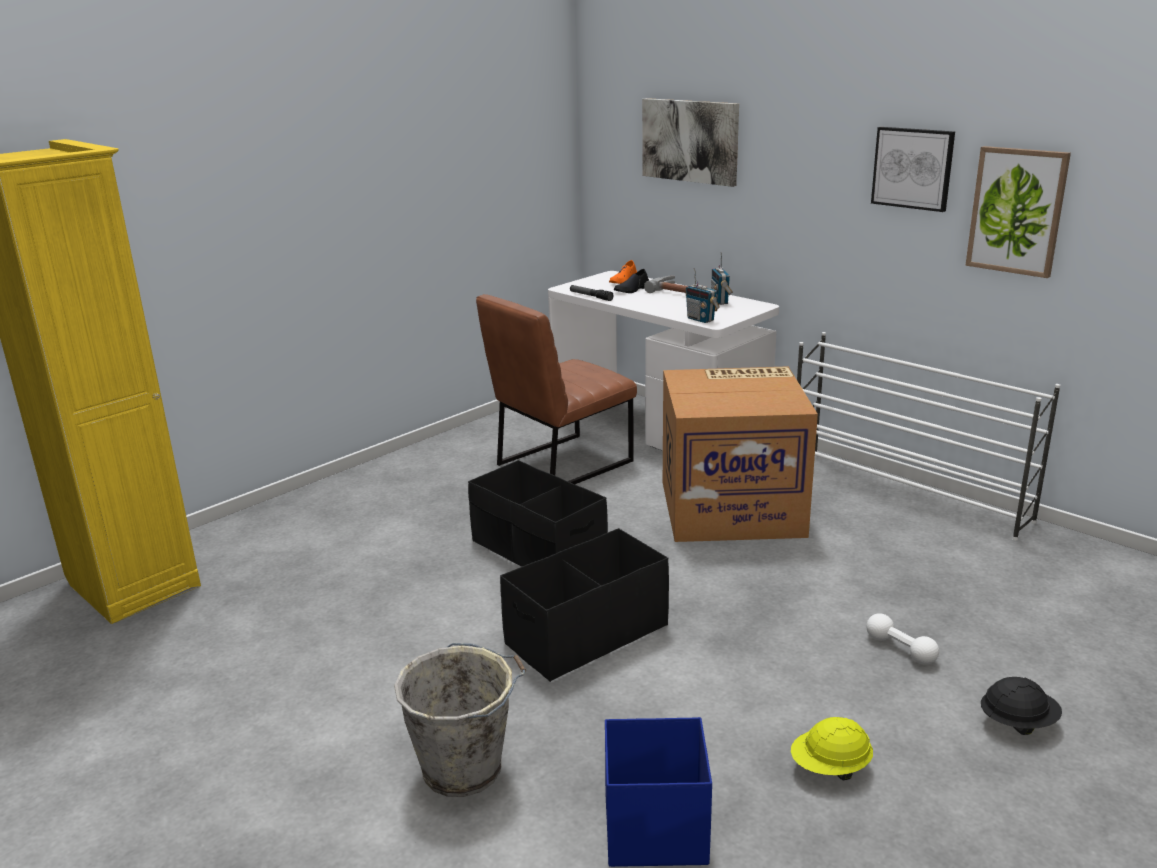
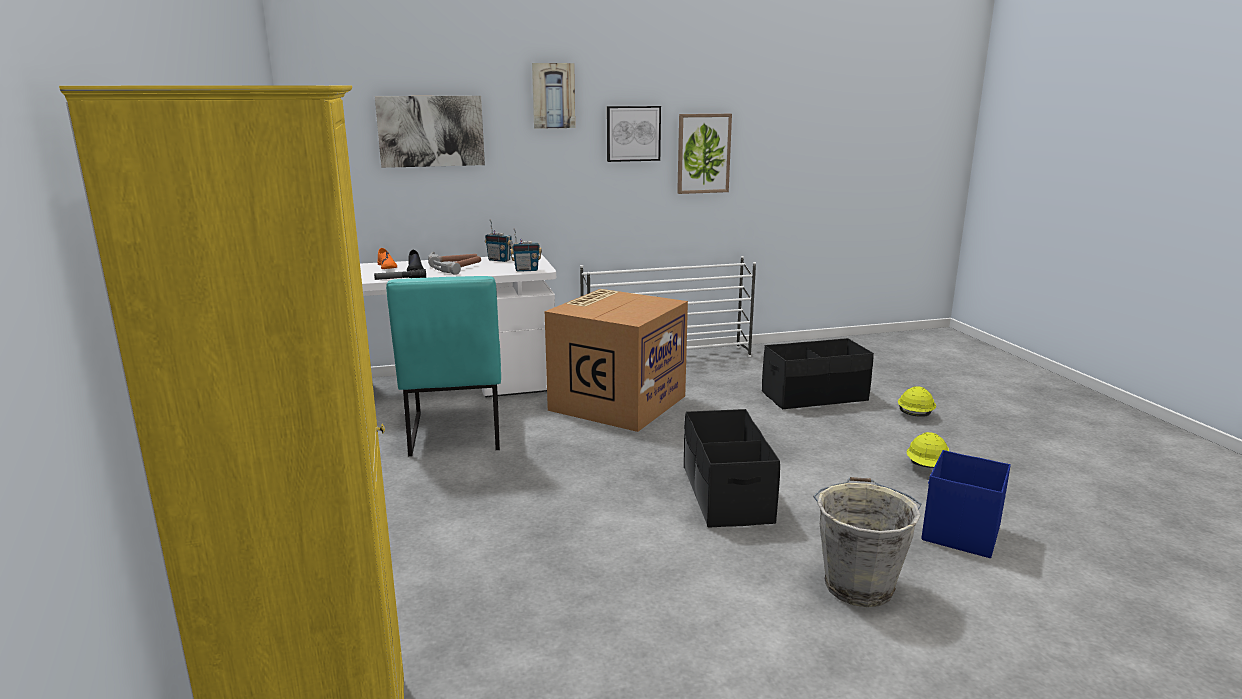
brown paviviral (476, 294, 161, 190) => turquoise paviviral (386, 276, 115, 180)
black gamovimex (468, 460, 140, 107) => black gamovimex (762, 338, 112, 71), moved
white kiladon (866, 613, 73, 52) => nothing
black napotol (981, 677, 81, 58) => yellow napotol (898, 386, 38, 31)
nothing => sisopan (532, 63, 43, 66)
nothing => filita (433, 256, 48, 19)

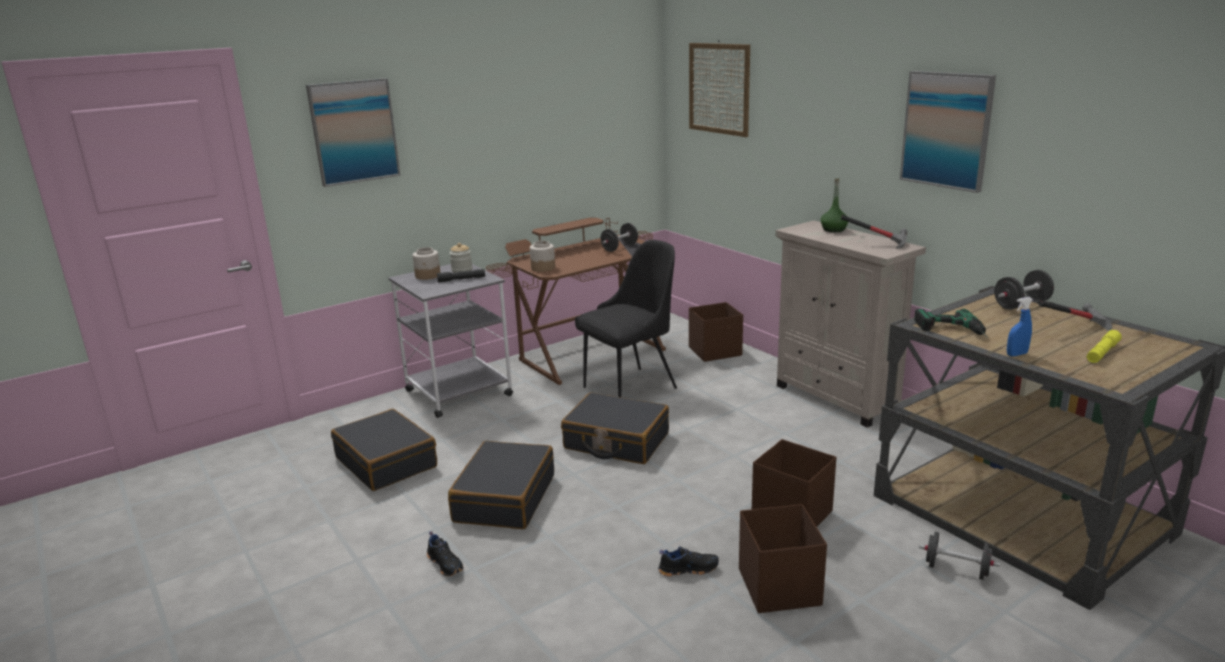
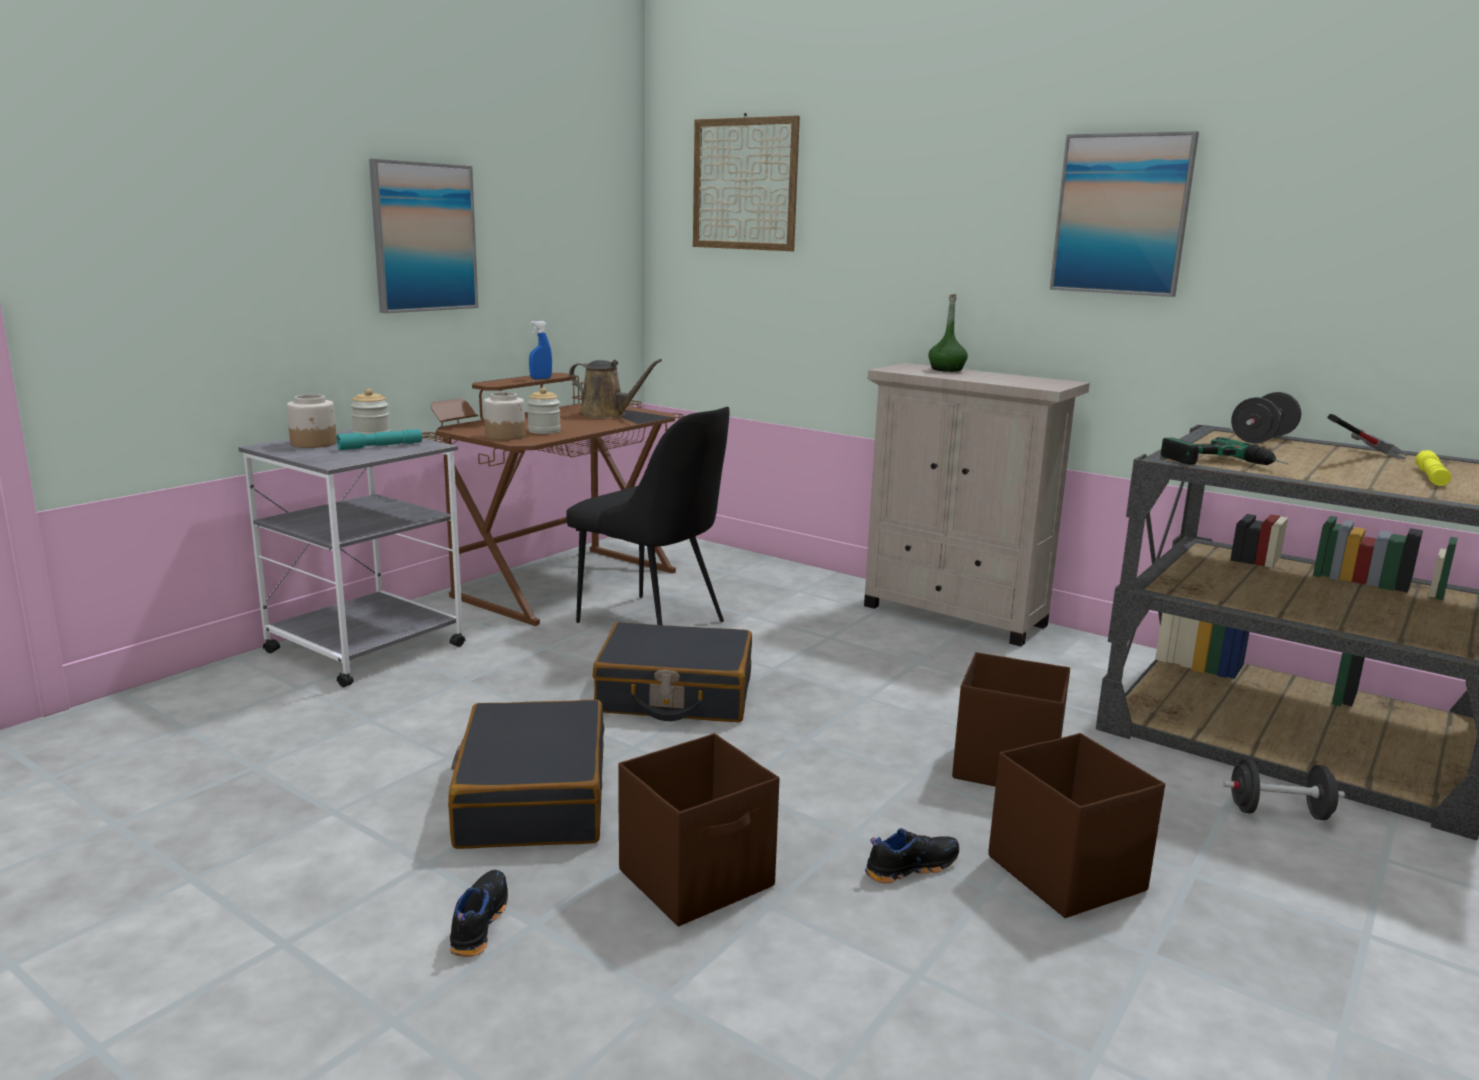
sisopan (306, 78, 95, 109) => sisopan (369, 159, 109, 154), moved
filita (841, 215, 66, 34) => nothing
black kiladon (601, 223, 37, 29) => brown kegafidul (569, 359, 93, 60)
black paviviral (575, 240, 102, 158) => black paviviral (566, 407, 163, 218), 90 degrees clockwise
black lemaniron (437, 269, 48, 13) => turquoise lemaniron (336, 429, 86, 22)
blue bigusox (1007, 297, 26, 59) => blue bigusox (529, 321, 23, 58), moved
brown gamovimex (689, 302, 54, 60) => brown gamovimex (618, 733, 162, 193), moved
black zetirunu (331, 409, 106, 82) => nothing
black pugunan (427, 531, 36, 45) => black pugunan (450, 870, 58, 87), 120 degrees counterclockwise
nothing => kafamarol (527, 388, 34, 46)

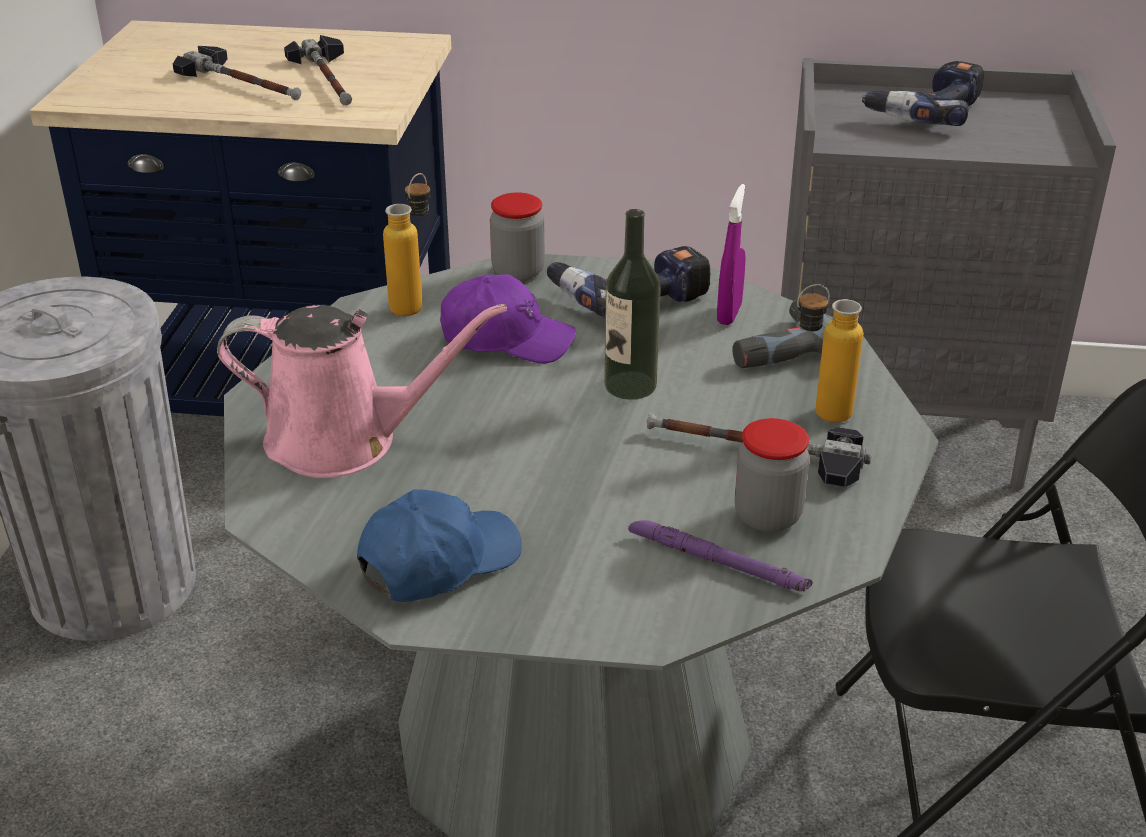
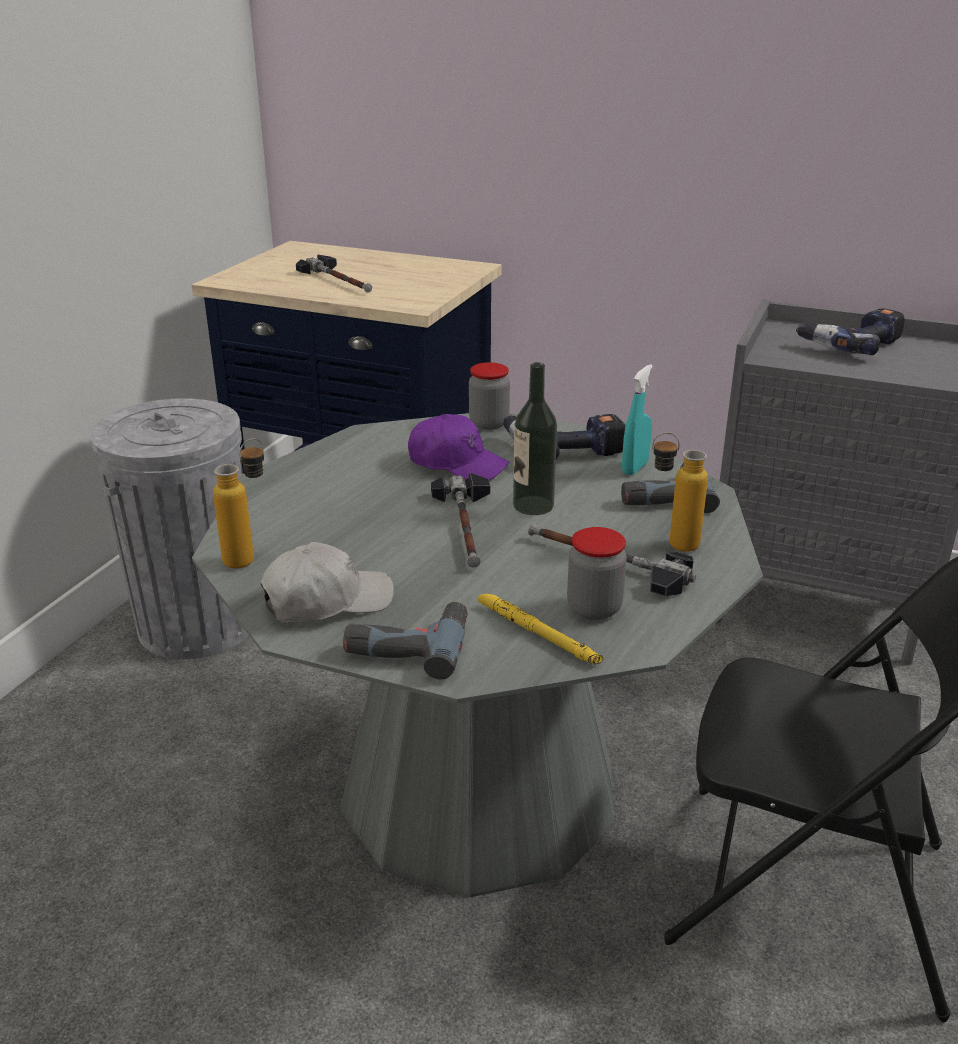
filita (284, 35, 68, 71) => filita (431, 473, 59, 95), moved
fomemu (383, 173, 47, 143) => fomemu (213, 438, 51, 131), moved
purple bigusox (717, 184, 29, 141) => turquoise bigusox (622, 364, 31, 111)
pink kegafidul (217, 304, 290, 174) => nothing
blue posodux (357, 489, 165, 113) => white posodux (260, 542, 134, 81)
purple lemaniron (628, 520, 185, 72) => yellow lemaniron (478, 594, 125, 70)
nothing => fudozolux (343, 602, 125, 77)

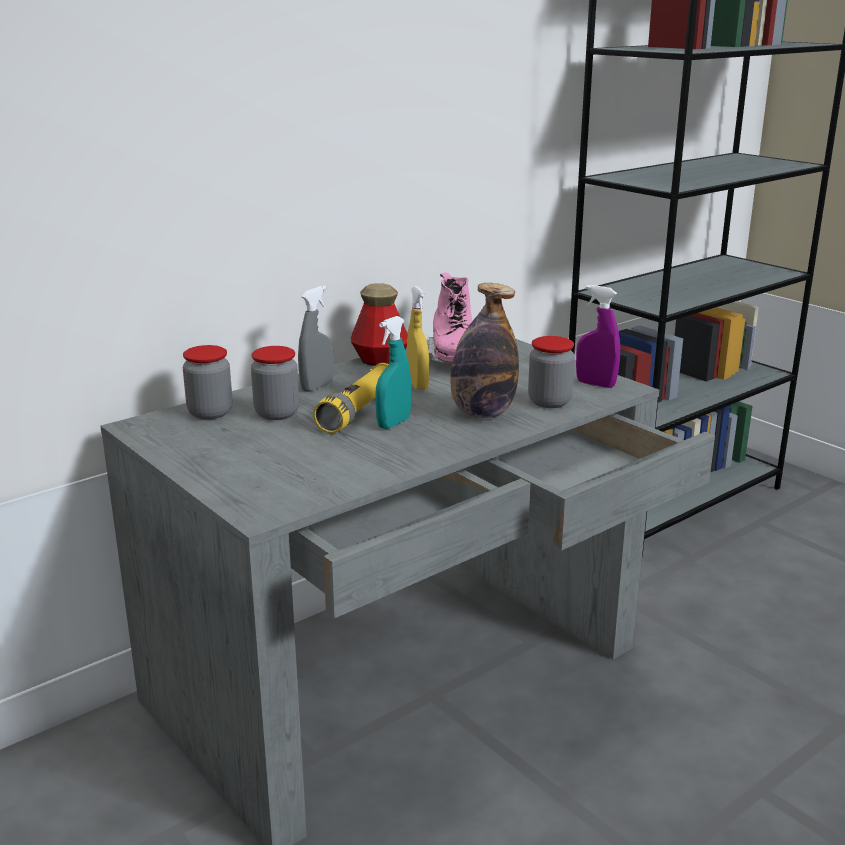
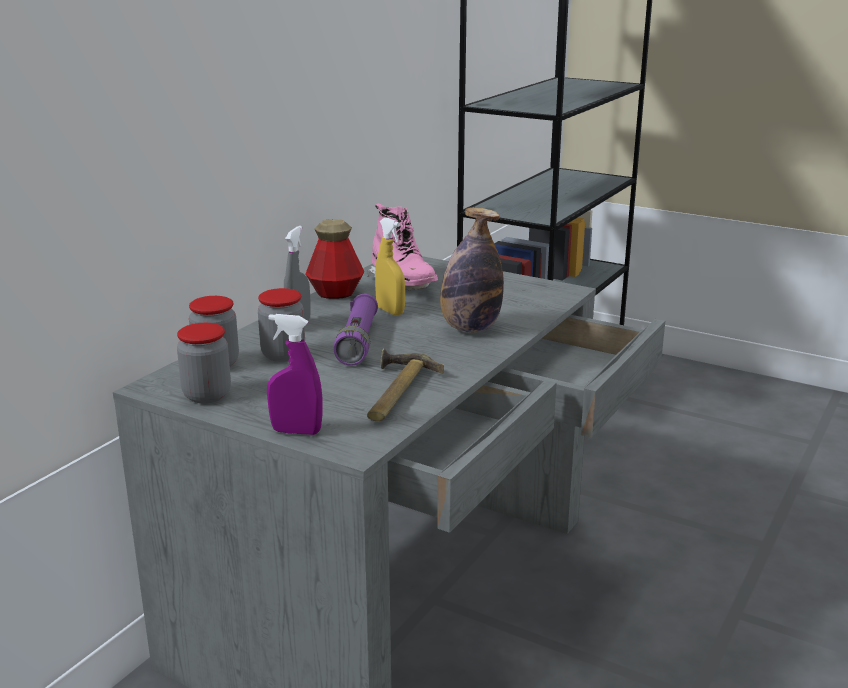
purple bigusox (576, 285, 44, 103) => purple bigusox (267, 314, 56, 121), moved
turquoise bigusox (375, 316, 36, 113) => nothing
kafamarol (528, 336, 47, 72) => kafamarol (177, 323, 54, 80), moved
yellow lemaniron (313, 363, 76, 70) => purple lemaniron (334, 294, 44, 72)
nothing => filita (367, 348, 77, 73)

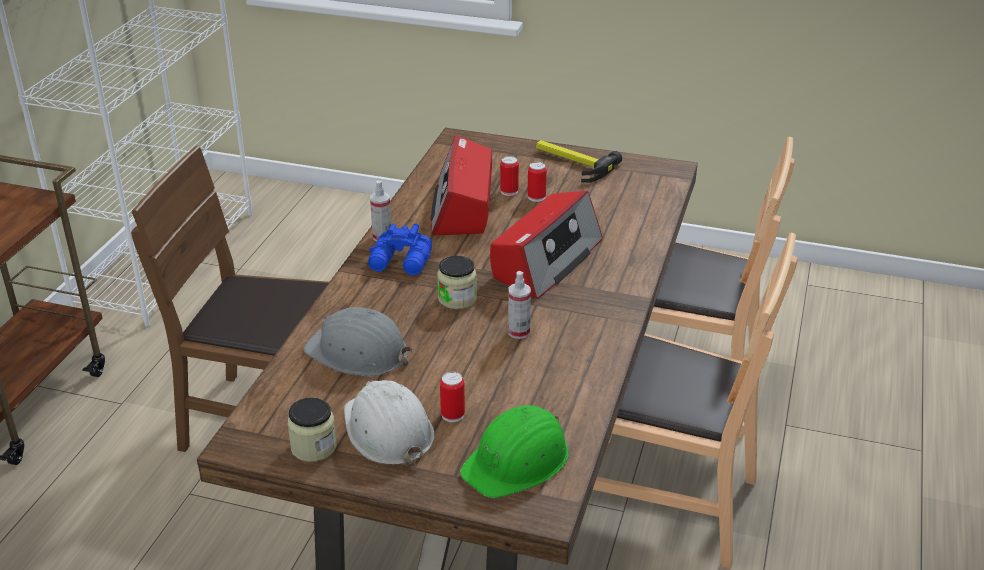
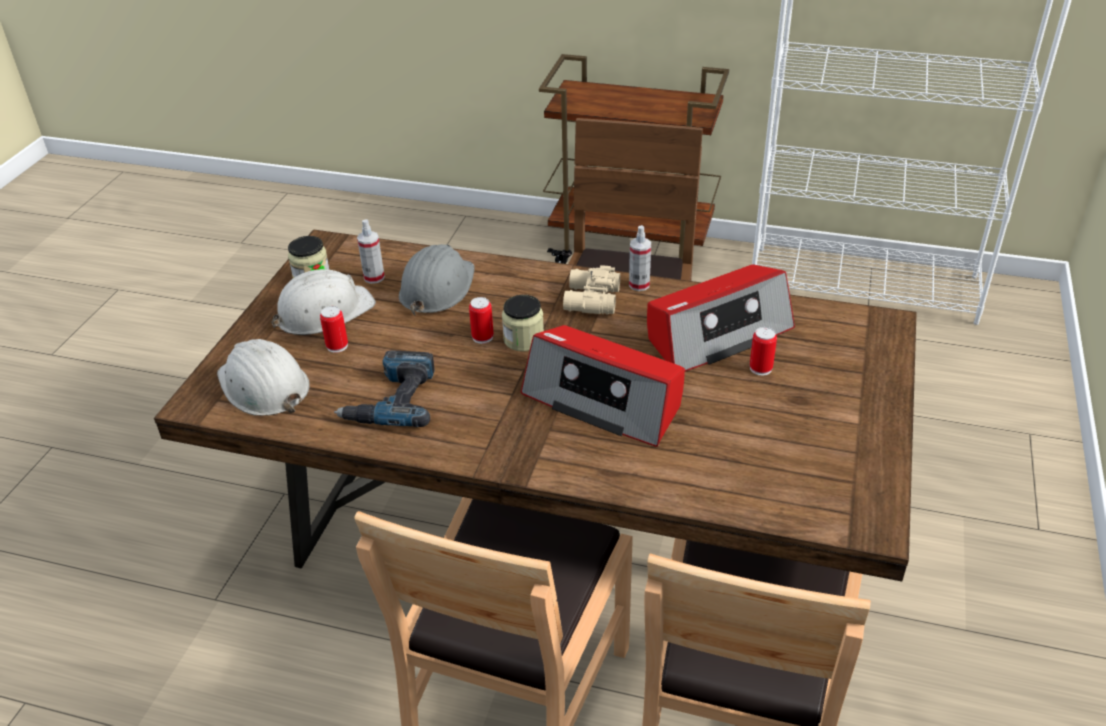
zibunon (431, 135, 61, 101) => zibunon (647, 264, 148, 108), 150 degrees clockwise
filita (536, 140, 86, 43) => nothing
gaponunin (527, 162, 20, 40) => gaponunin (469, 297, 25, 47), moved
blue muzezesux (368, 224, 64, 52) => beige muzezesux (563, 265, 57, 50)
bigusox (508, 271, 23, 68) => bigusox (357, 219, 28, 65), moved
green napotol (460, 405, 109, 93) => white napotol (217, 339, 93, 77)
nothing => fudozolux (334, 350, 101, 77)

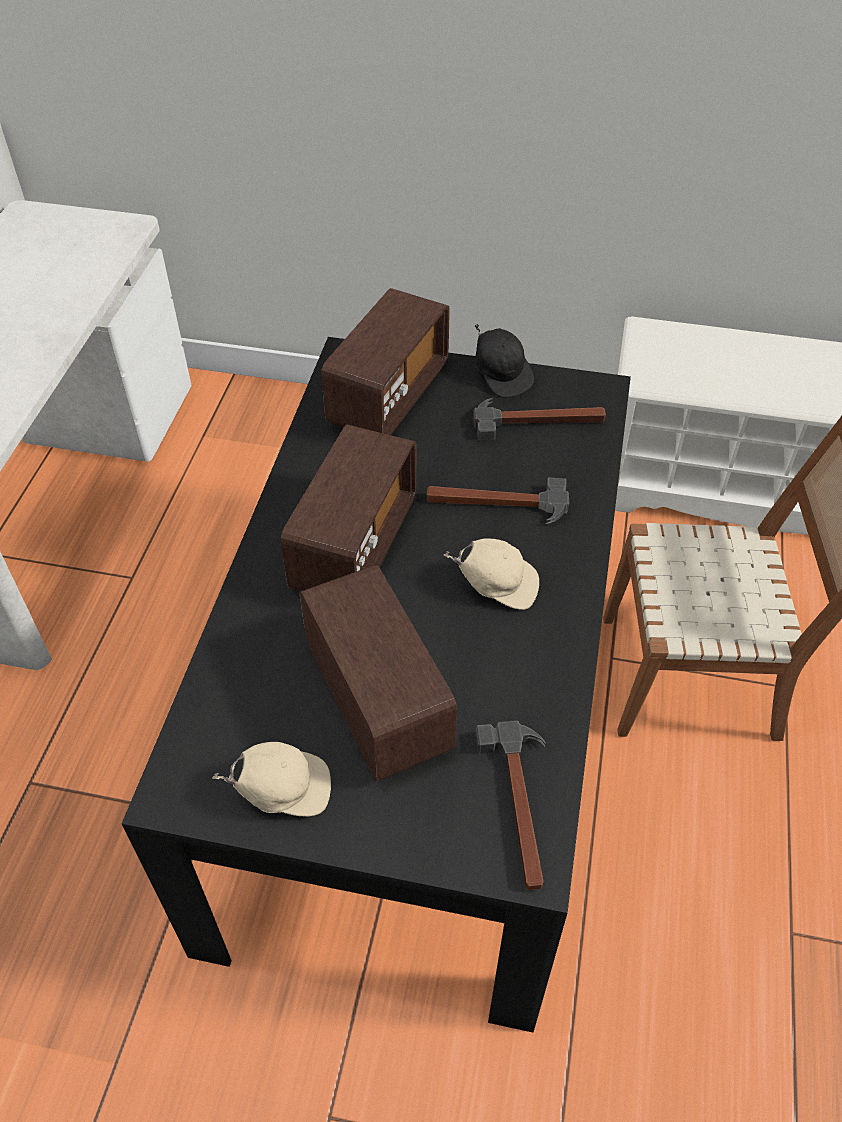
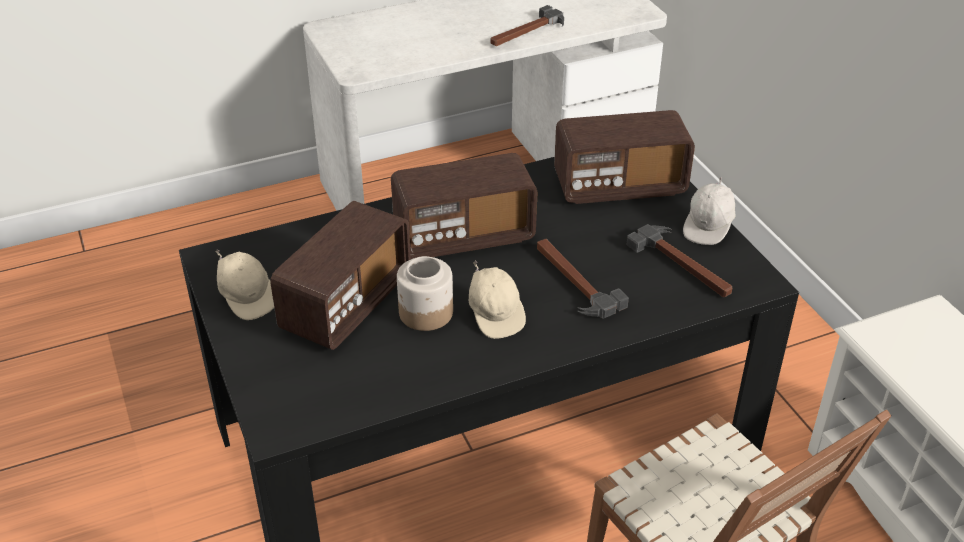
black posodux (475, 324, 59, 74) => white posodux (683, 178, 53, 67)
filita (475, 720, 71, 170) => filita (490, 5, 74, 41), moved
nothing => kafamarol (397, 256, 56, 75)

